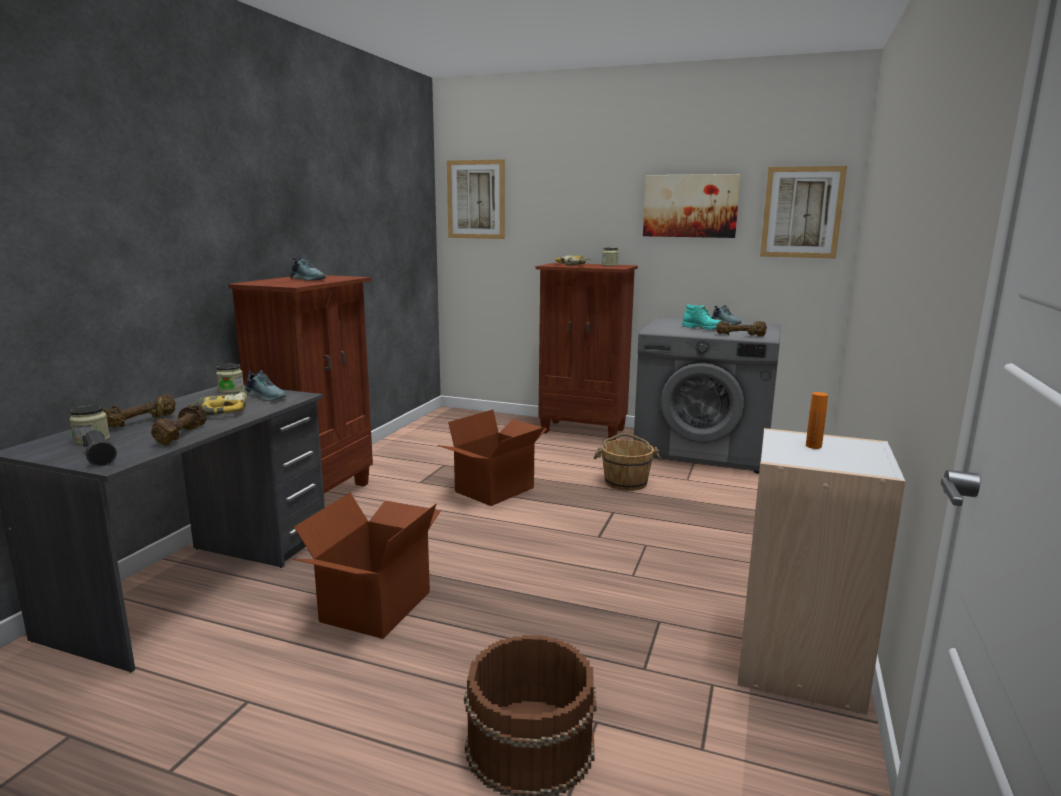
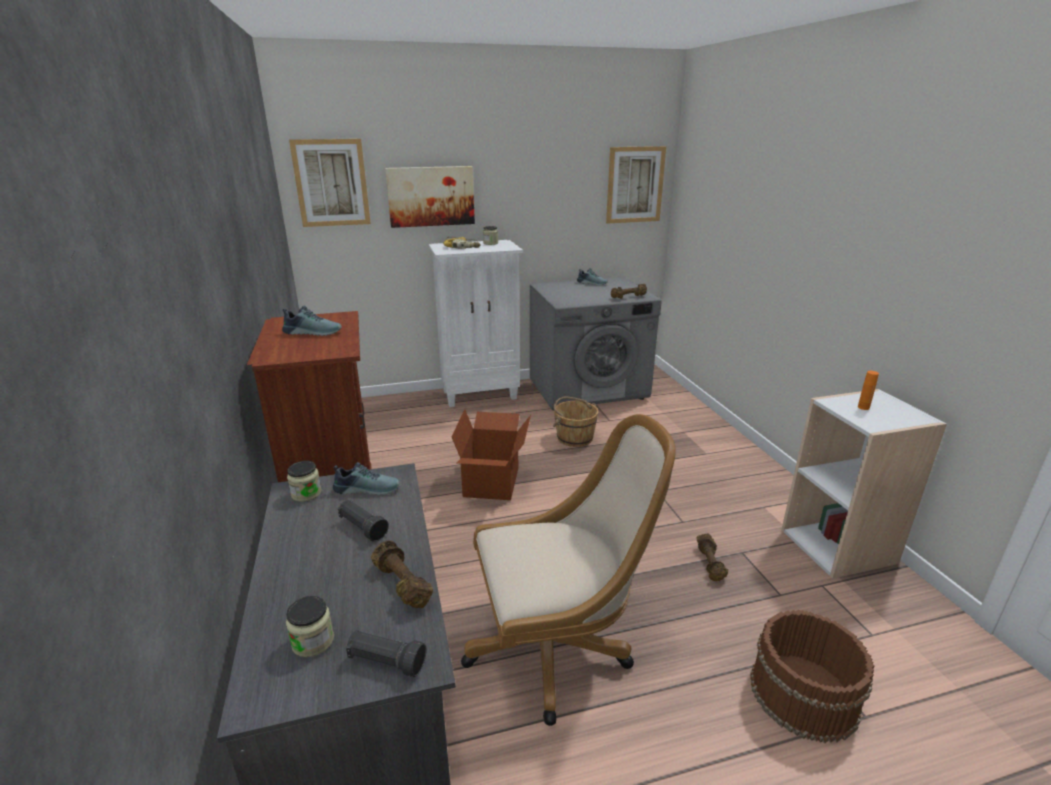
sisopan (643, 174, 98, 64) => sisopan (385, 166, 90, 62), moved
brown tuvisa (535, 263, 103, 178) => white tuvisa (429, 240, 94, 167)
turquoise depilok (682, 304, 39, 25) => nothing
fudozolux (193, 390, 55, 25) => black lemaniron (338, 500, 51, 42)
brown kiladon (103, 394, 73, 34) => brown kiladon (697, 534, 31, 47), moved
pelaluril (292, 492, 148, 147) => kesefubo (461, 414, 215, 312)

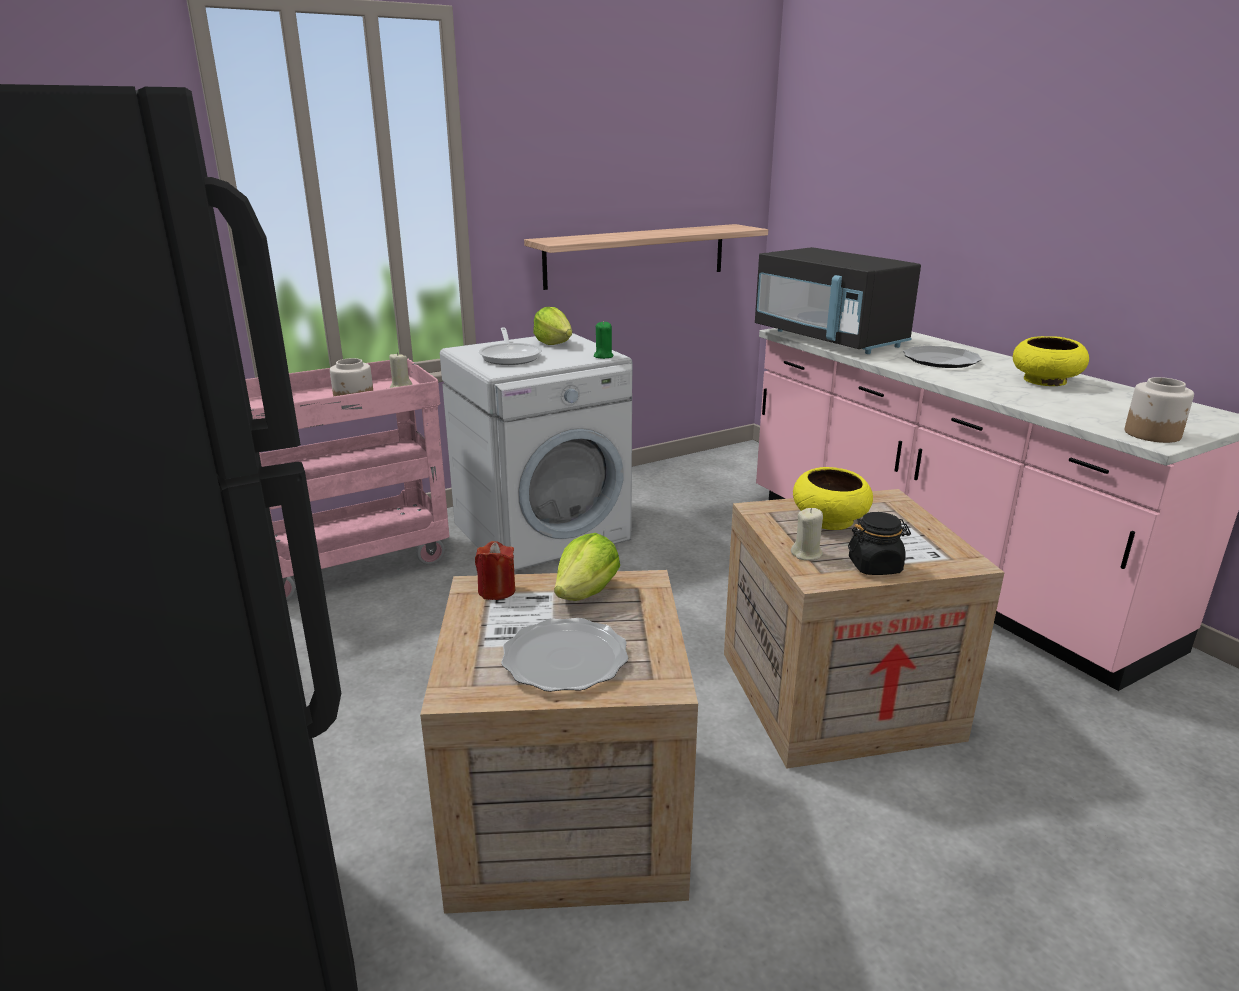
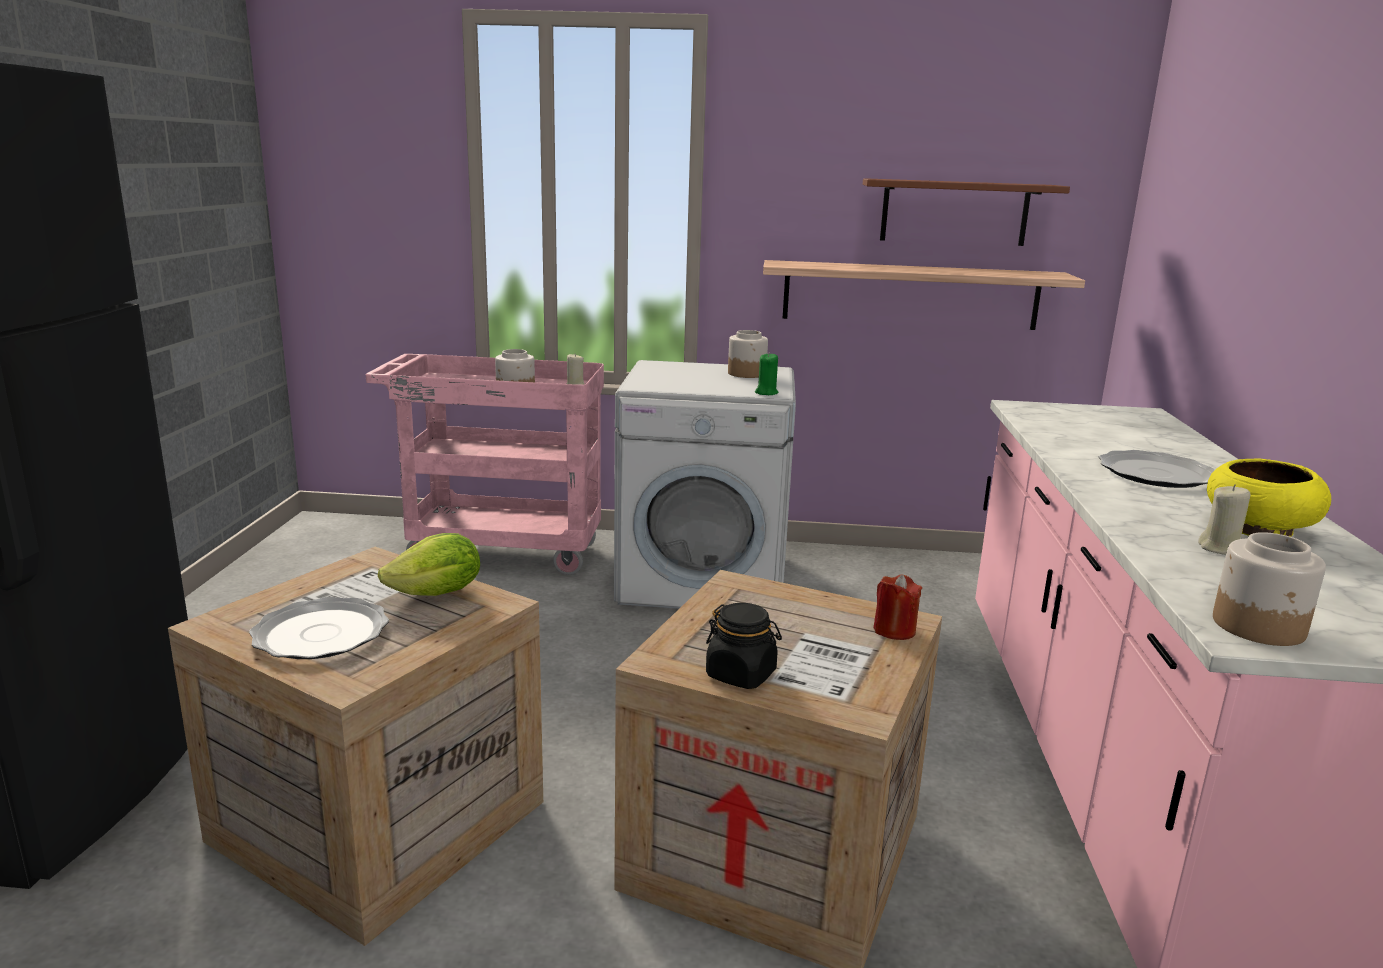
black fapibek (755, 247, 166, 107) => nothing
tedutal (533, 307, 39, 38) => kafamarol (728, 330, 40, 48)
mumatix (479, 327, 63, 38) => nothing
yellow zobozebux (793, 467, 80, 63) => nothing
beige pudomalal (791, 508, 32, 52) => beige pudomalal (1198, 485, 52, 70), moved
red pudomalal (475, 541, 40, 59) => red pudomalal (873, 574, 49, 66), moved
nothing => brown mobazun (863, 178, 207, 68)

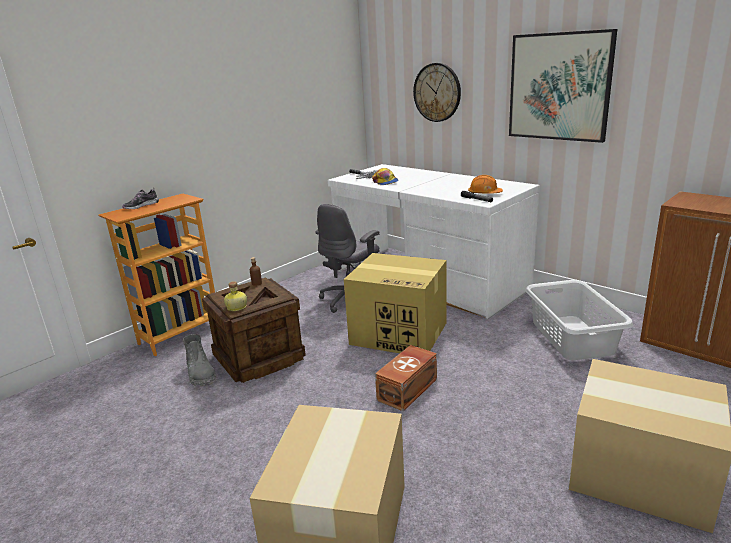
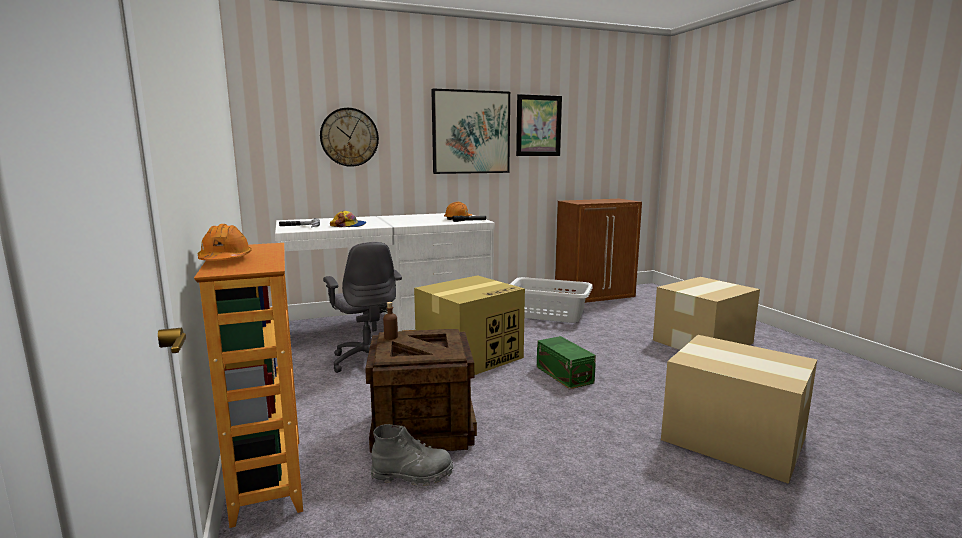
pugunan (122, 188, 37, 21) => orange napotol (198, 224, 54, 37)
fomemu (224, 281, 23, 30) => nothing
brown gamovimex (375, 345, 62, 66) => green gamovimex (537, 336, 59, 53)
nothing => sisopan (516, 94, 46, 62)

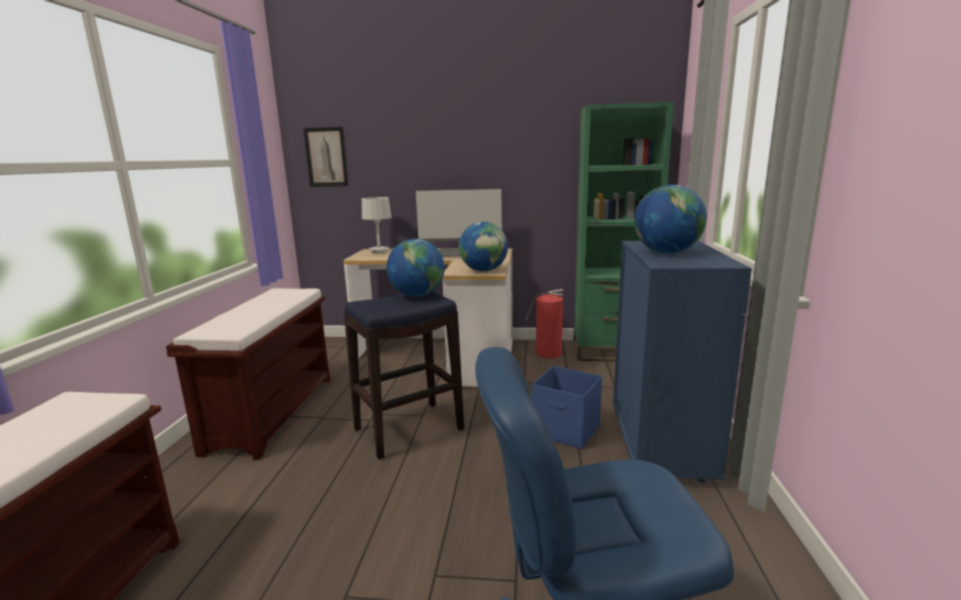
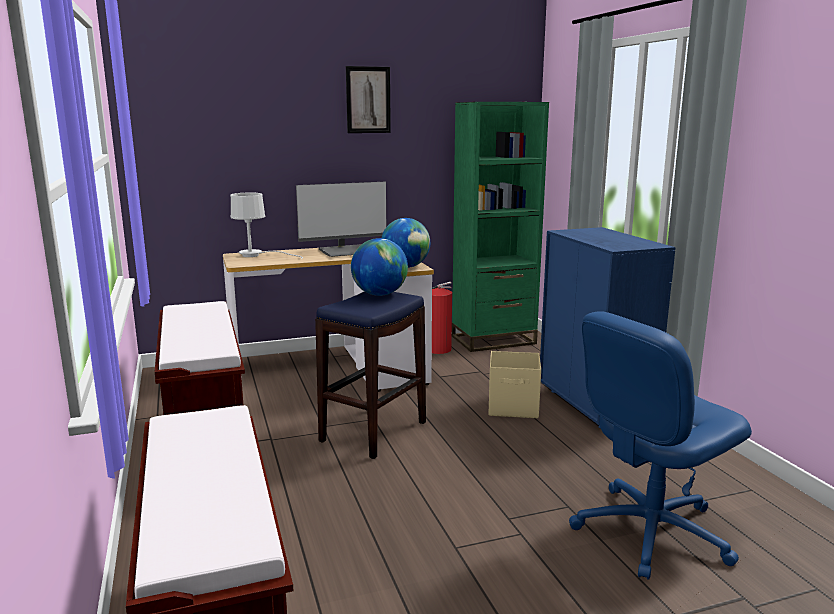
sisopan (303, 127, 46, 60) => sisopan (346, 66, 45, 67), moved
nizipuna (634, 185, 73, 69) => nothing
blue gamovimex (532, 366, 70, 83) => beige gamovimex (489, 351, 52, 67)

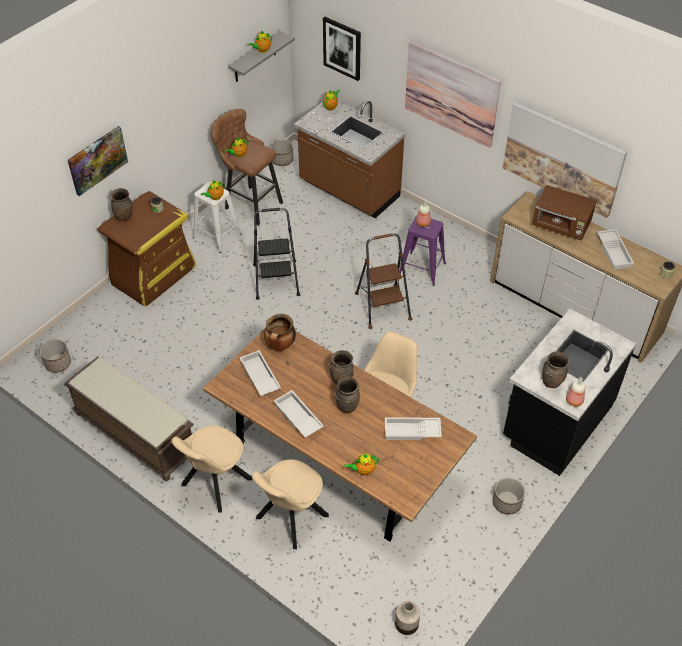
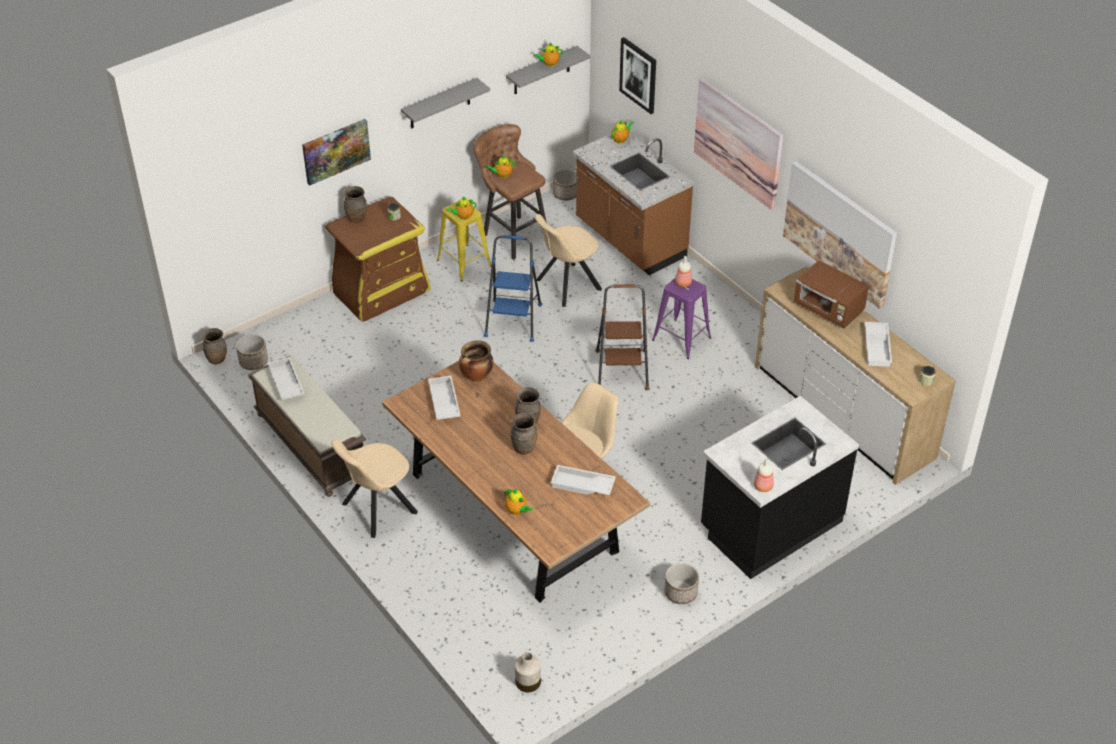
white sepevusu (193, 182, 49, 71) => yellow sepevusu (437, 200, 55, 81)
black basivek (253, 208, 47, 92) => blue basivek (484, 235, 58, 107)
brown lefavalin (542, 351, 27, 37) => brown lefavalin (202, 328, 25, 36), moved
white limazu (274, 390, 50, 48) => white limazu (268, 357, 36, 43), moved
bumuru (344, 453, 35, 22) => bumuru (504, 489, 29, 26), 135 degrees counterclockwise
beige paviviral (252, 459, 77, 90) => beige paviviral (535, 214, 67, 93), moved
nothing => grey mobazun (401, 78, 89, 50)

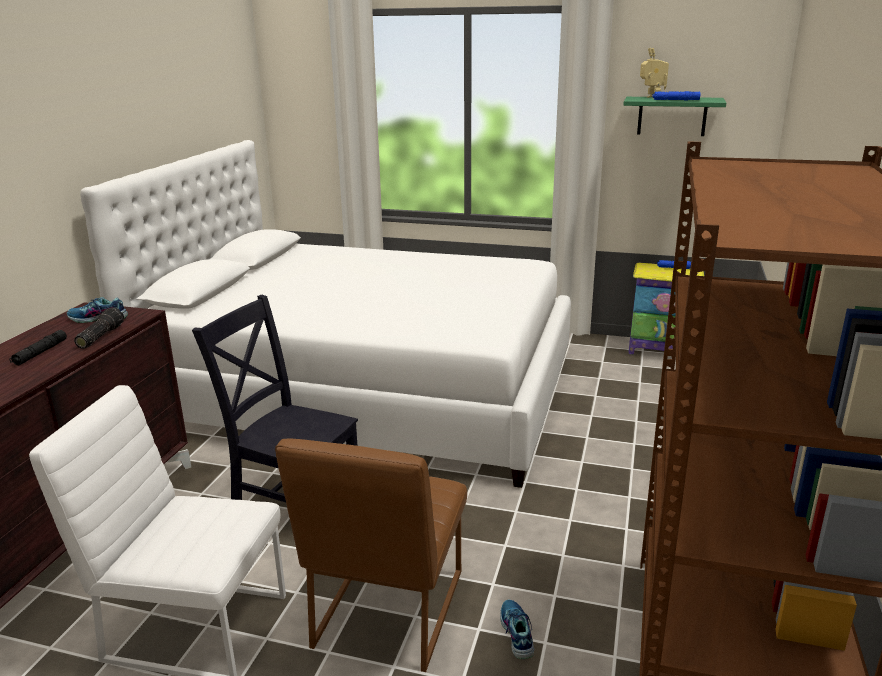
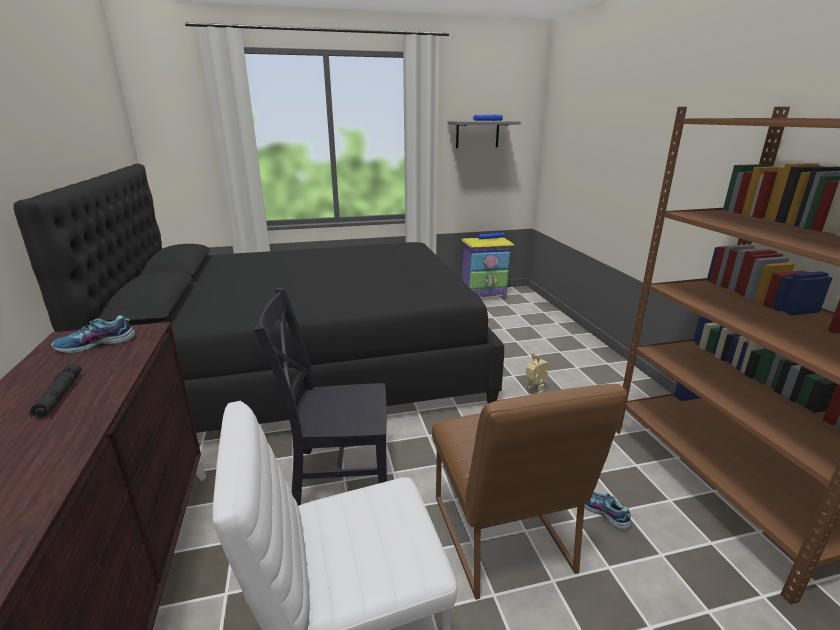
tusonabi (640, 48, 29, 51) => tusonabi (526, 352, 22, 41), moved
green mobazun (623, 97, 103, 39) => grey mobazun (448, 121, 73, 27)
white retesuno (80, 140, 491, 348) => black retesuno (13, 164, 491, 269)
lemaniron (74, 307, 50, 42) => nothing

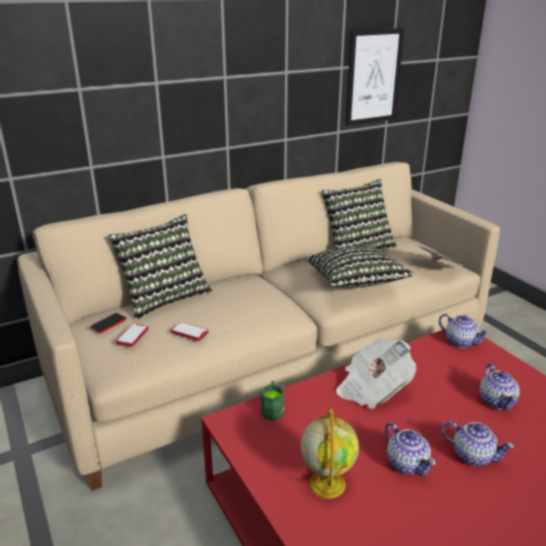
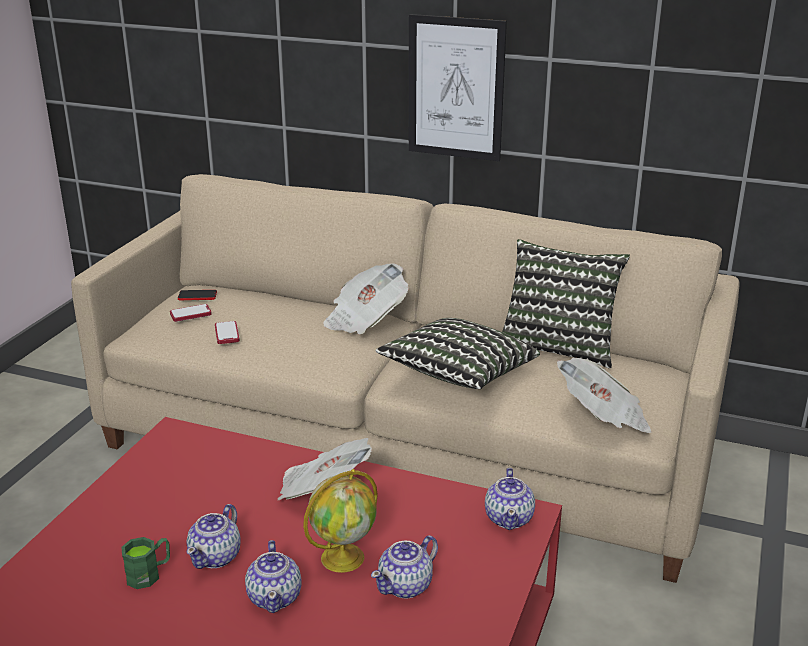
sisopan (346, 28, 58, 98) => sisopan (409, 14, 98, 147), moved
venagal (109, 214, 103, 106) => nothing
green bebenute (261, 381, 24, 40) => green bebenute (121, 537, 49, 52), moved
nizipuna (301, 408, 58, 91) => nizipuna (303, 469, 75, 104), moved
nothing => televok (323, 263, 85, 71)

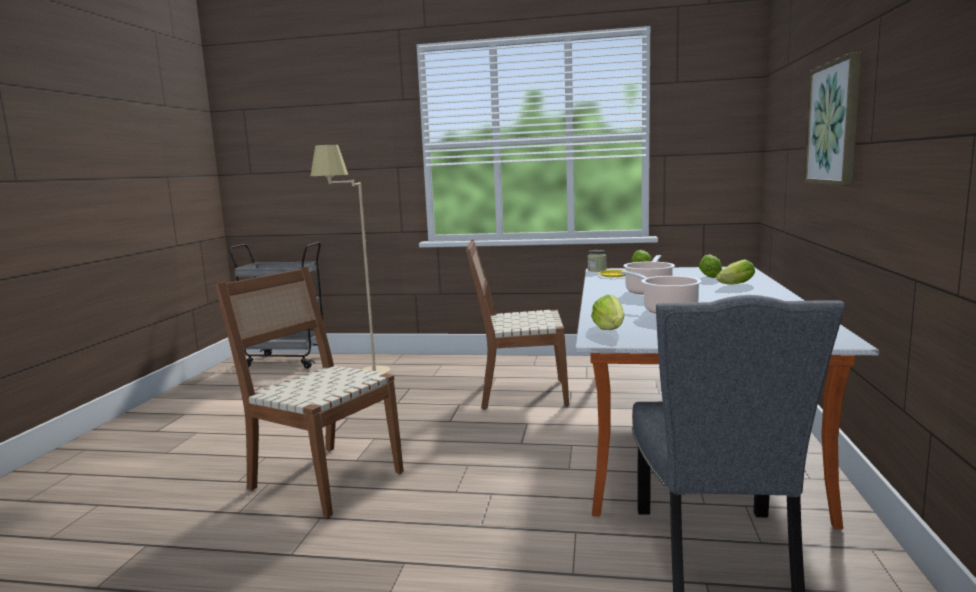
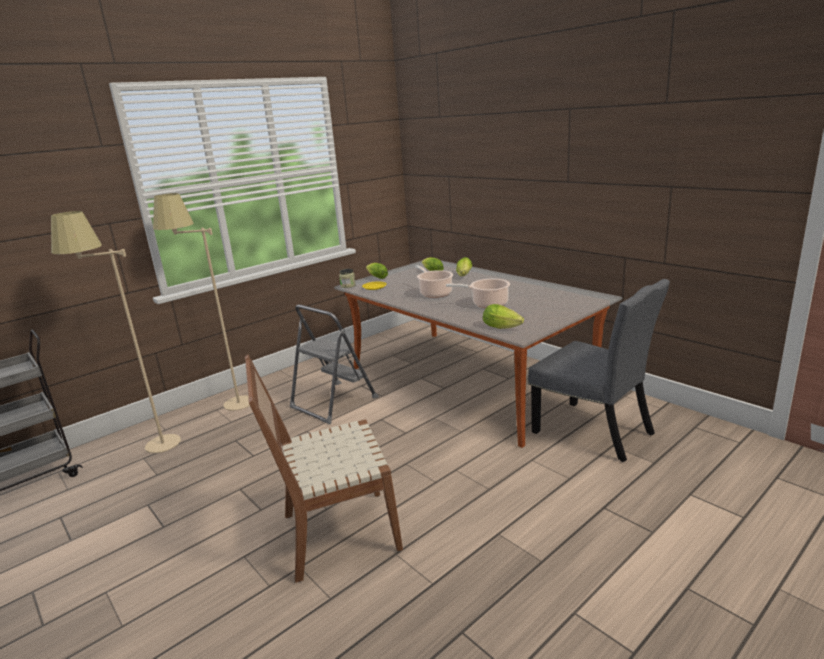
sisopan (803, 52, 59, 134) => nothing
paviviral (466, 239, 103, 170) => grey basivek (290, 304, 89, 120)
nothing => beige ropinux (153, 193, 97, 218)

